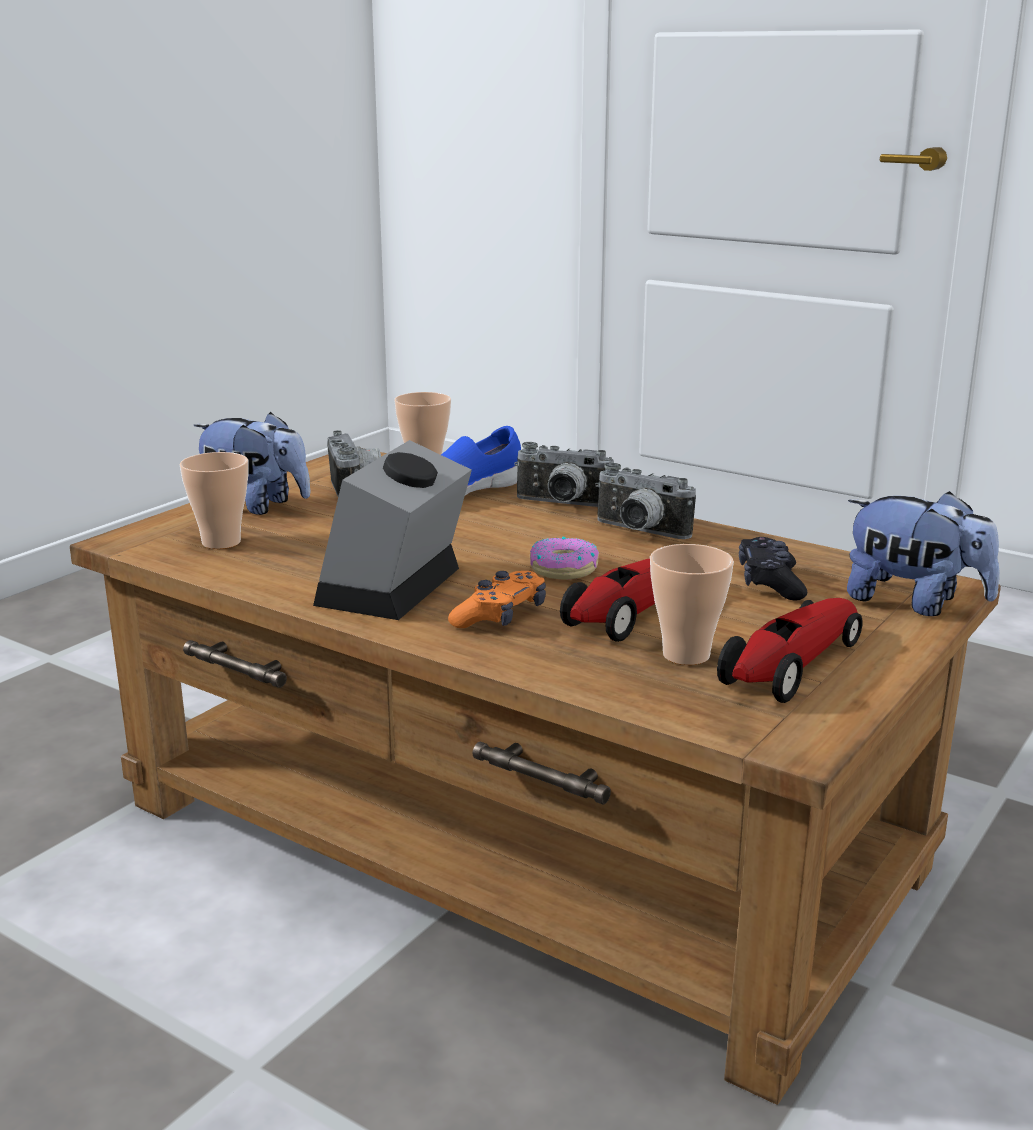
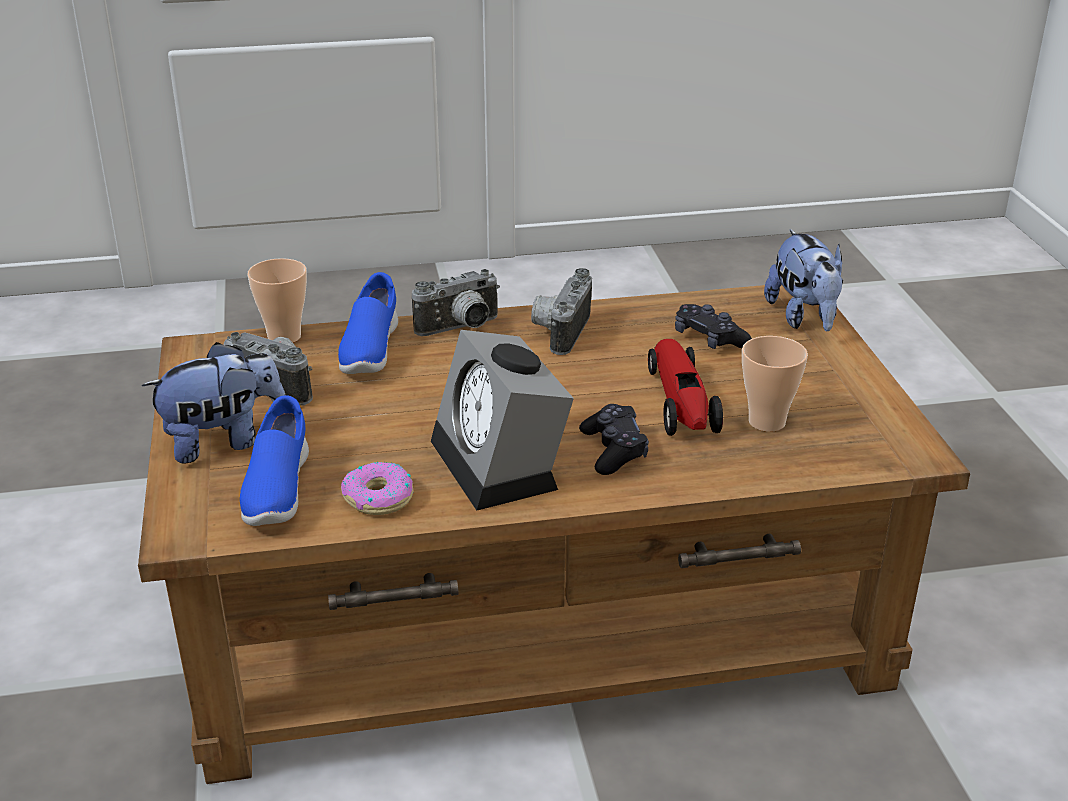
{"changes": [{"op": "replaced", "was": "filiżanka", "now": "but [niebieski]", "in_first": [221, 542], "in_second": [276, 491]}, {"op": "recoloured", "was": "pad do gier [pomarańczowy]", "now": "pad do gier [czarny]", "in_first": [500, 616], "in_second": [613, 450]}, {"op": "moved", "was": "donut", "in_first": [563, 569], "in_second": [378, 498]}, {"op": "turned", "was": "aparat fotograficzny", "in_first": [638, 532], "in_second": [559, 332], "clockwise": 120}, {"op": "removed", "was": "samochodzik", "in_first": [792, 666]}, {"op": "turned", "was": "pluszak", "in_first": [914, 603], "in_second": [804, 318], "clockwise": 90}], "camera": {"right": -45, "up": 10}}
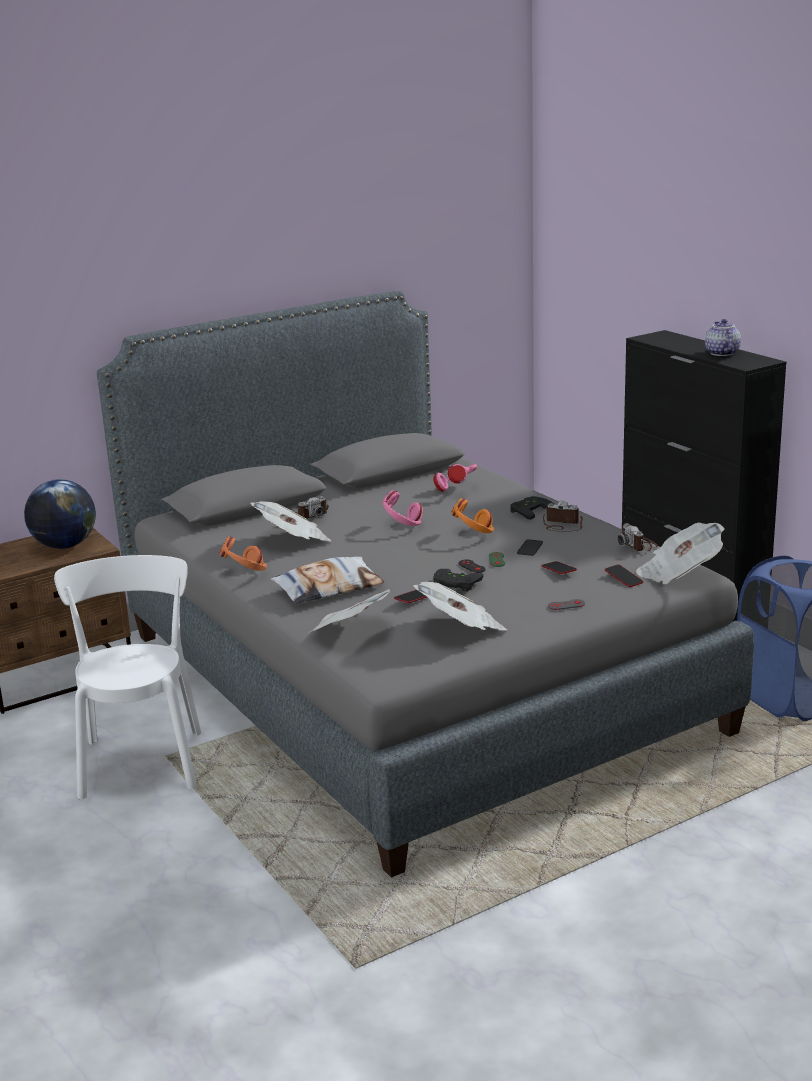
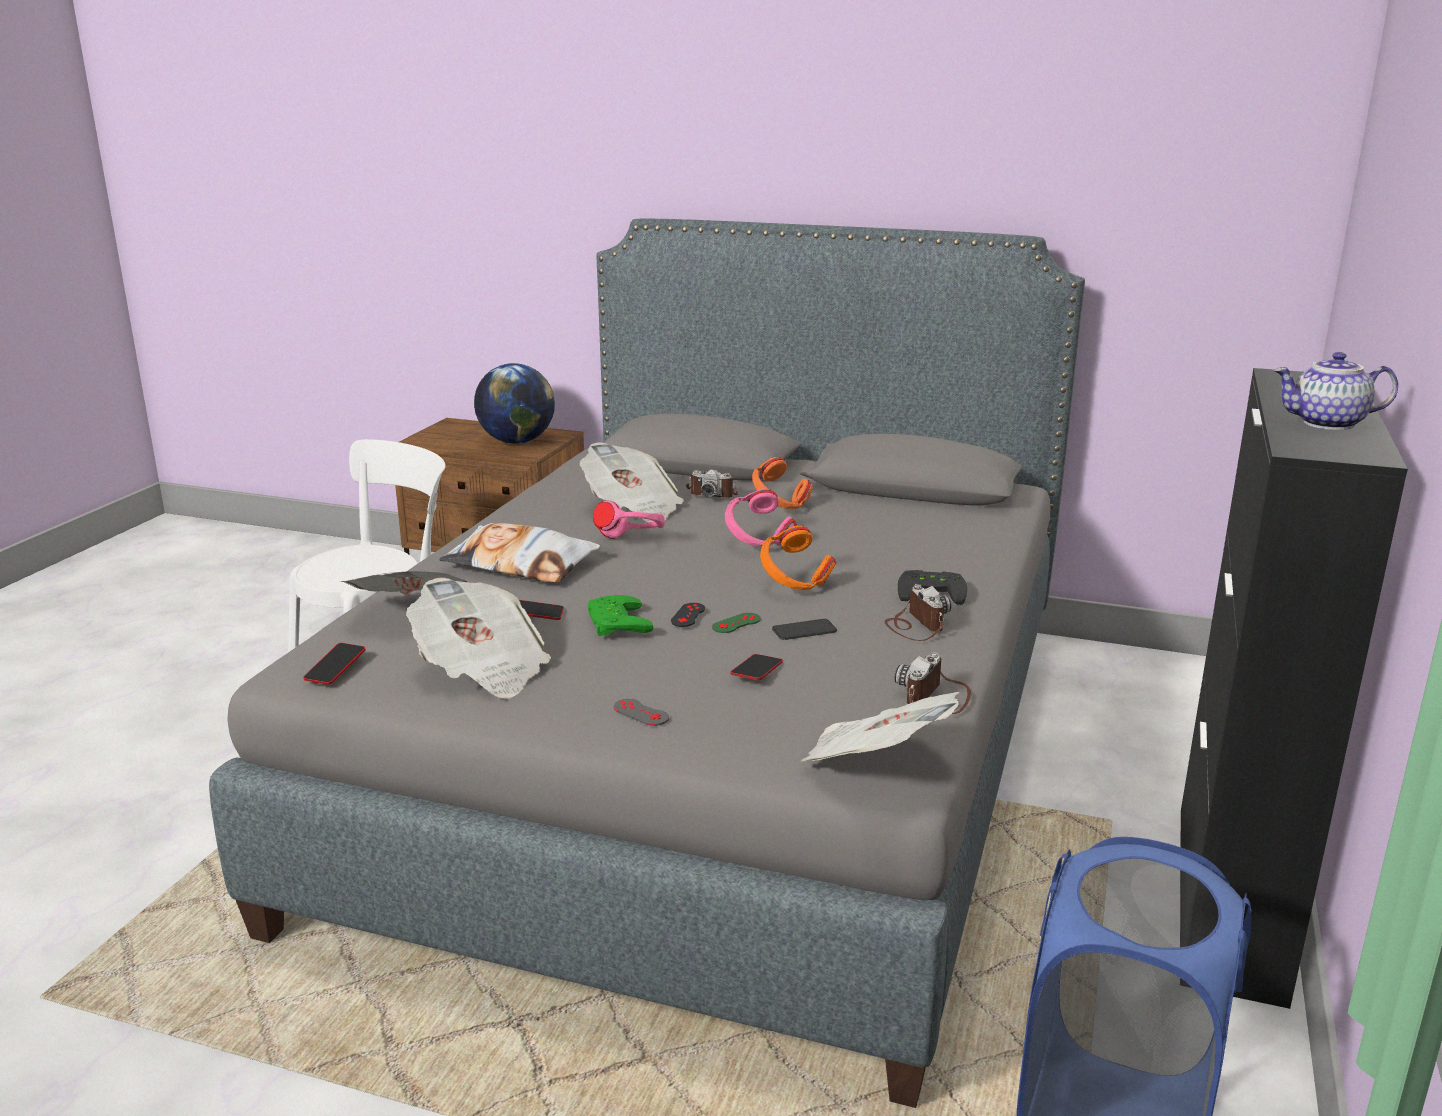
{"changes": [{"op": "moved", "was": "słuchawki [pomarańczowy]", "in_first": [246, 573], "in_second": [779, 508]}, {"op": "moved", "was": "słuchawki [różowy]", "in_first": [457, 489], "in_second": [630, 543]}, {"op": "recoloured", "was": "pad do gier [czarny]", "now": "pad do gier [zielony]", "in_first": [455, 584], "in_second": [613, 622]}, {"op": "moved", "was": "telefon", "in_first": [623, 578], "in_second": [335, 668]}, {"op": "turned", "was": "imbryk", "in_first": [721, 353], "in_second": [1327, 424], "clockwise": -135}], "camera": {"right": 50, "up": 0}}
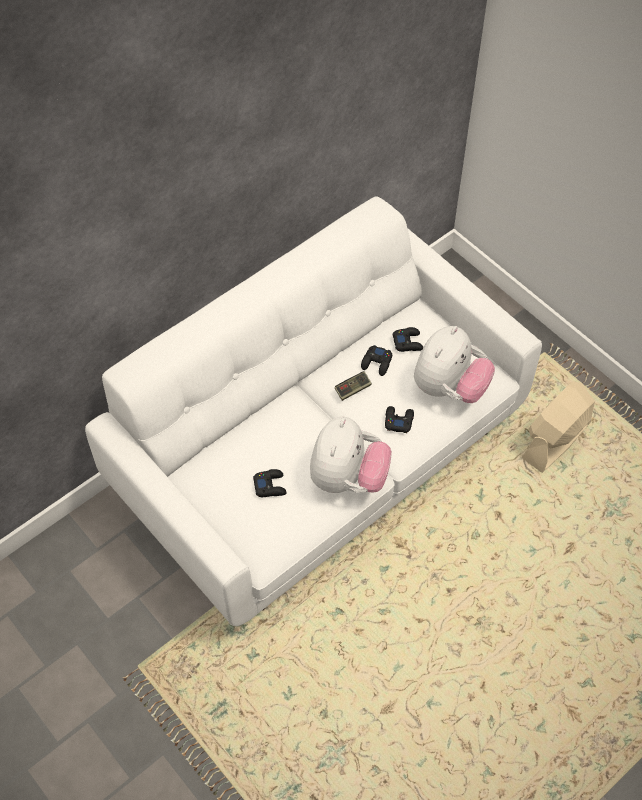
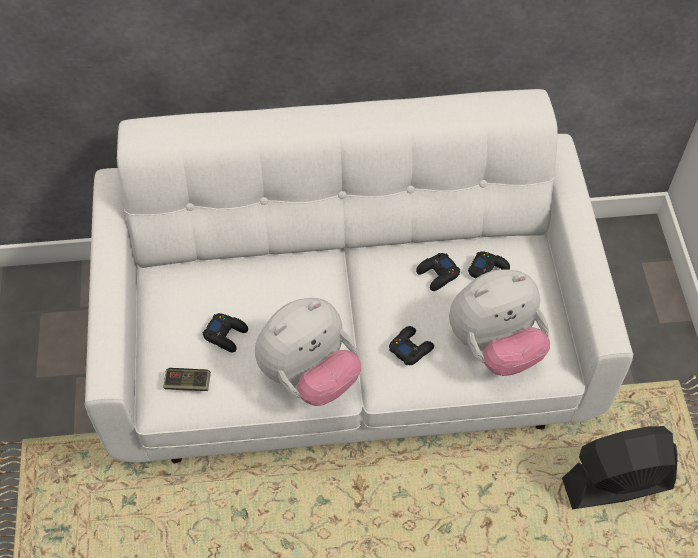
{"changes": [{"op": "moved", "was": "pad do gier", "in_first": [353, 389], "in_second": [188, 384]}, {"op": "recoloured", "was": "wentylator [beżowy]", "now": "wentylator [czarny]", "in_first": [555, 441], "in_second": [615, 484]}], "camera": {"right": 35, "up": 0}}
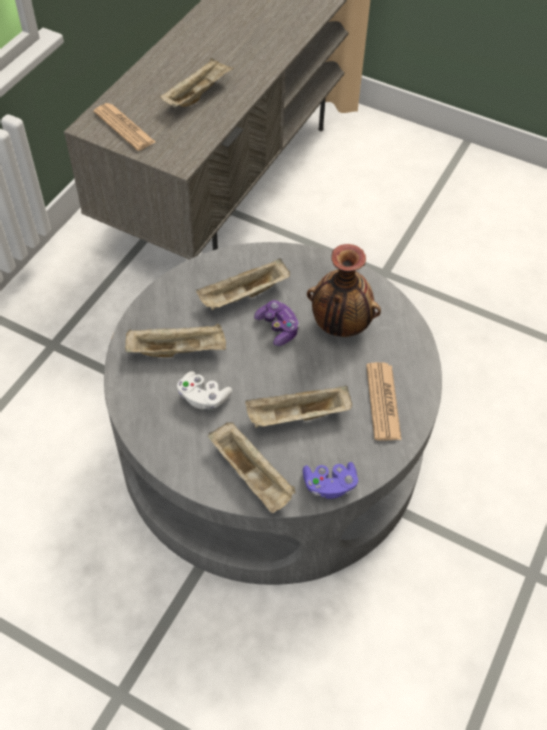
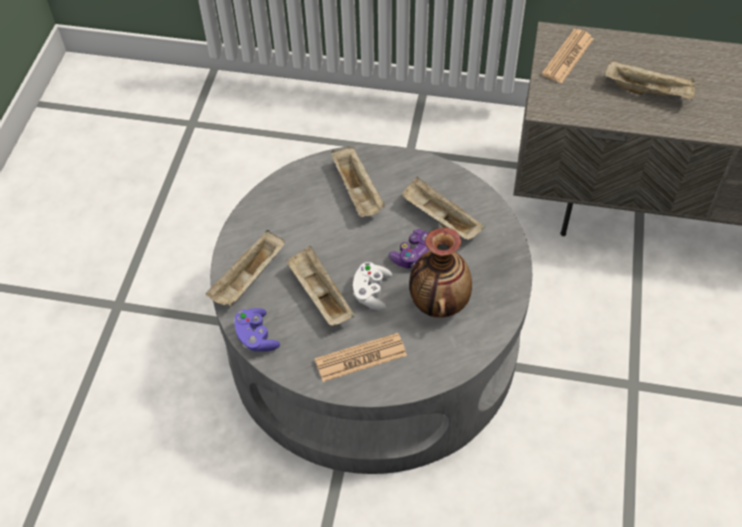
{"changes": [{"op": "moved", "was": "pad do gier [biały]", "in_first": [203, 398], "in_second": [371, 292]}], "camera": {"right": 75, "up": 0}}
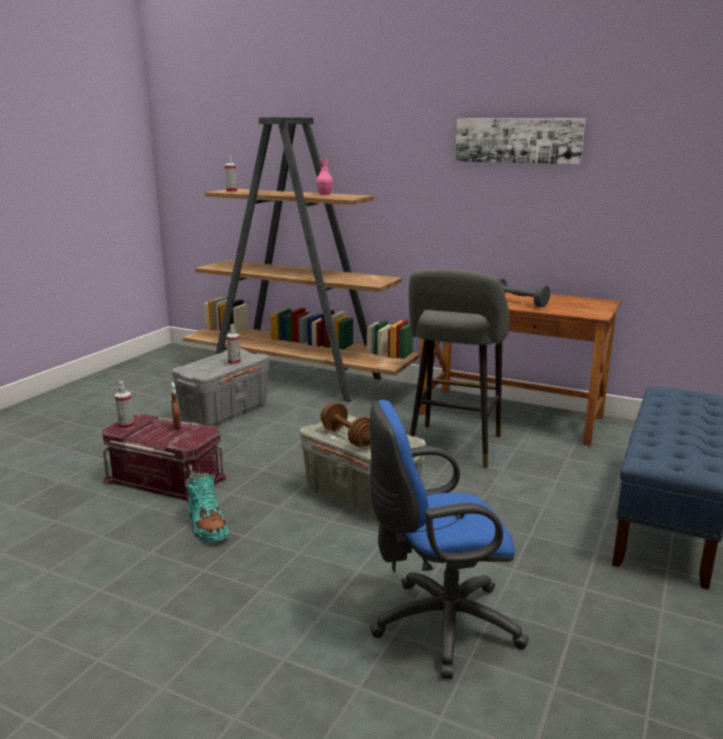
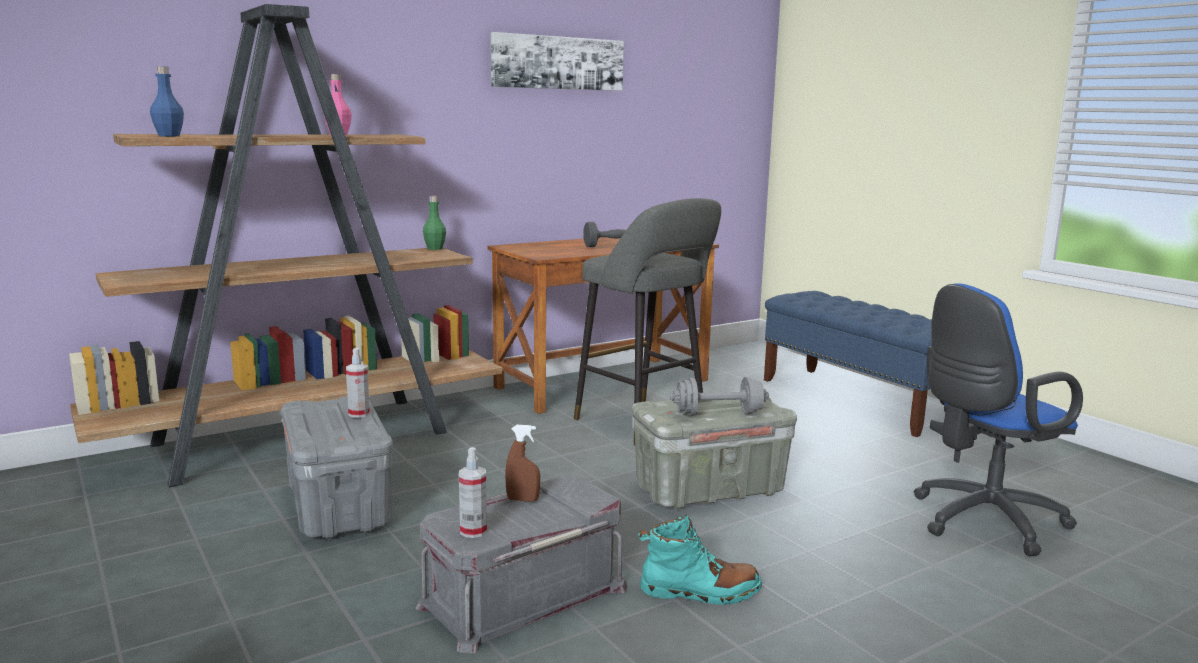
{"changes": [{"op": "recoloured", "was": "pojemnik do przechowywania [czerwony]", "now": "pojemnik do przechowywania [szary]", "in_first": [167, 479], "in_second": [522, 595]}, {"op": "replaced", "was": "spryskiwacz", "now": "butelka [niebieski]", "in_first": [231, 191], "in_second": [169, 136]}, {"op": "recoloured", "was": "hantel [brązowy]", "now": "hantel [szary]", "in_first": [347, 437], "in_second": [718, 413]}, {"op": "turned", "was": "krzesło biurowe [niebieski]", "in_first": [438, 626], "in_second": [981, 521], "clockwise": 45}, {"op": "added", "now": "butelka [zielony]", "in_second": [435, 248]}], "camera": {"right": -60, "up": -5}}
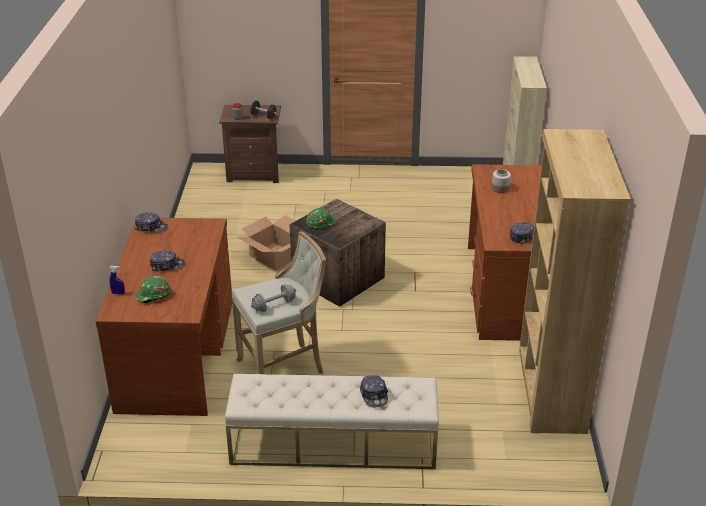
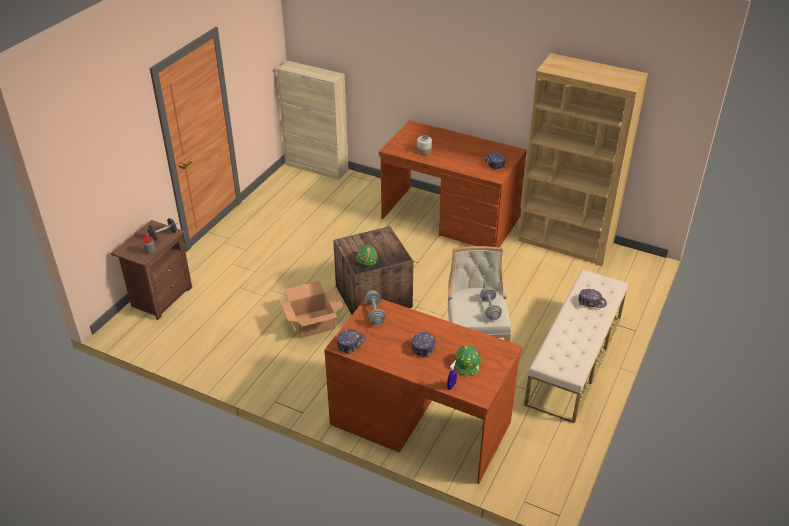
{"changes": [{"op": "added", "now": "hantel [szary]", "in_second": [374, 313]}], "camera": {"right": -65, "up": 5}}
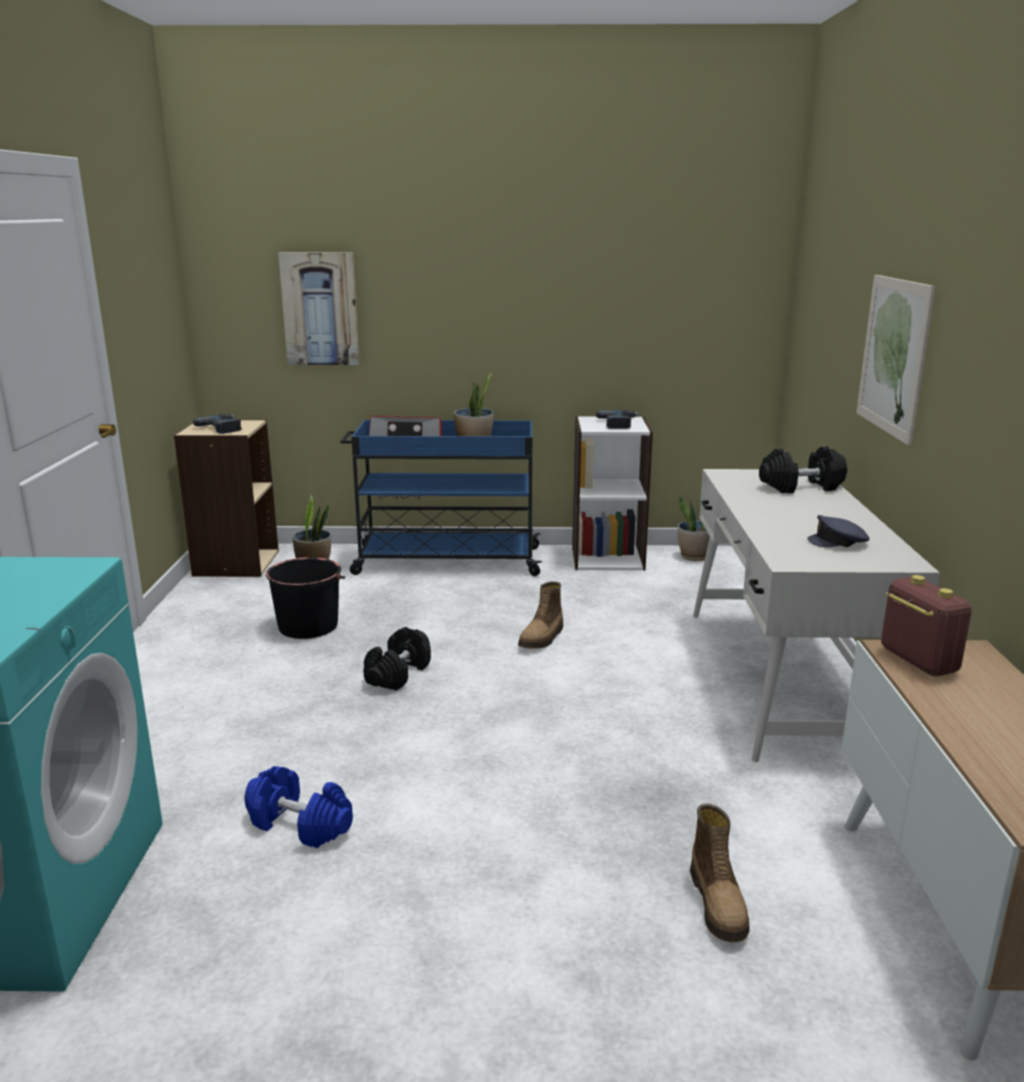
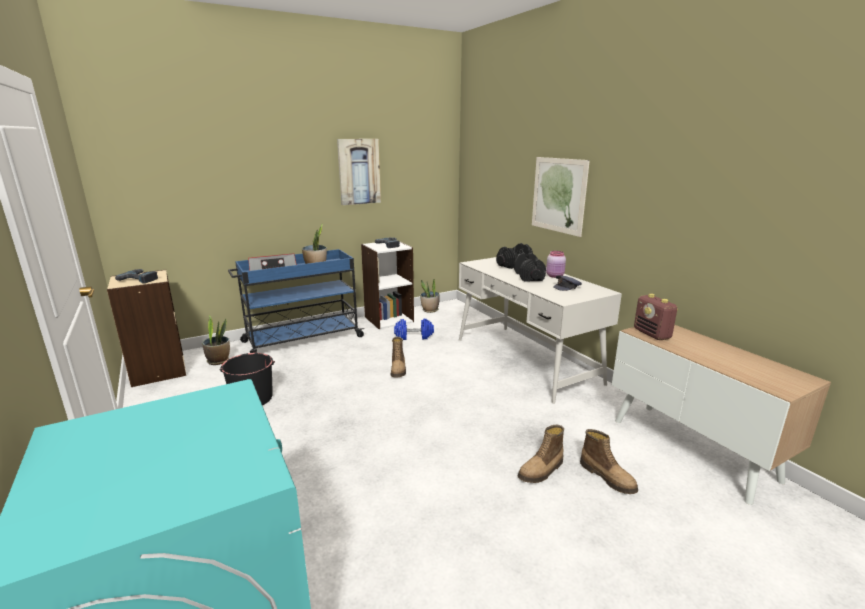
{"changes": [{"op": "moved", "was": "hantel [niebieski]", "in_first": [300, 824], "in_second": [414, 336]}, {"op": "moved", "was": "obraz", "in_first": [320, 309], "in_second": [359, 171]}, {"op": "moved", "was": "hantel [czarny]", "in_first": [398, 674], "in_second": [528, 276]}, {"op": "turned", "was": "radio", "in_first": [917, 660], "in_second": [652, 334], "clockwise": -150}, {"op": "added", "now": "but z cholewką", "in_second": [541, 471]}, {"op": "added", "now": "słoik [różowy]", "in_second": [555, 276]}], "camera": {"right": -30, "up": 0}}
